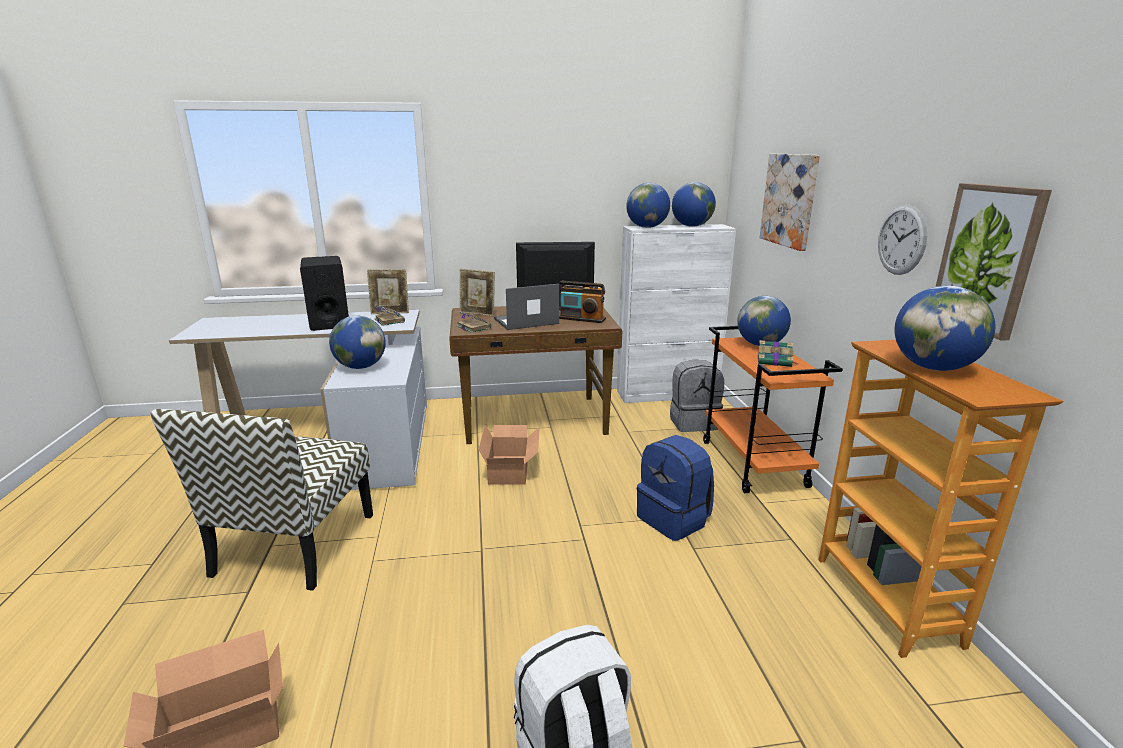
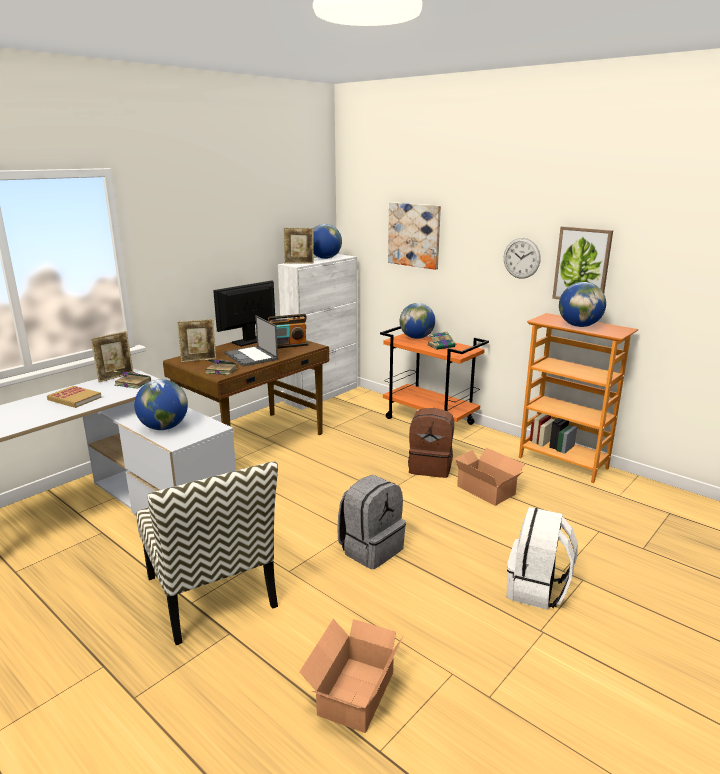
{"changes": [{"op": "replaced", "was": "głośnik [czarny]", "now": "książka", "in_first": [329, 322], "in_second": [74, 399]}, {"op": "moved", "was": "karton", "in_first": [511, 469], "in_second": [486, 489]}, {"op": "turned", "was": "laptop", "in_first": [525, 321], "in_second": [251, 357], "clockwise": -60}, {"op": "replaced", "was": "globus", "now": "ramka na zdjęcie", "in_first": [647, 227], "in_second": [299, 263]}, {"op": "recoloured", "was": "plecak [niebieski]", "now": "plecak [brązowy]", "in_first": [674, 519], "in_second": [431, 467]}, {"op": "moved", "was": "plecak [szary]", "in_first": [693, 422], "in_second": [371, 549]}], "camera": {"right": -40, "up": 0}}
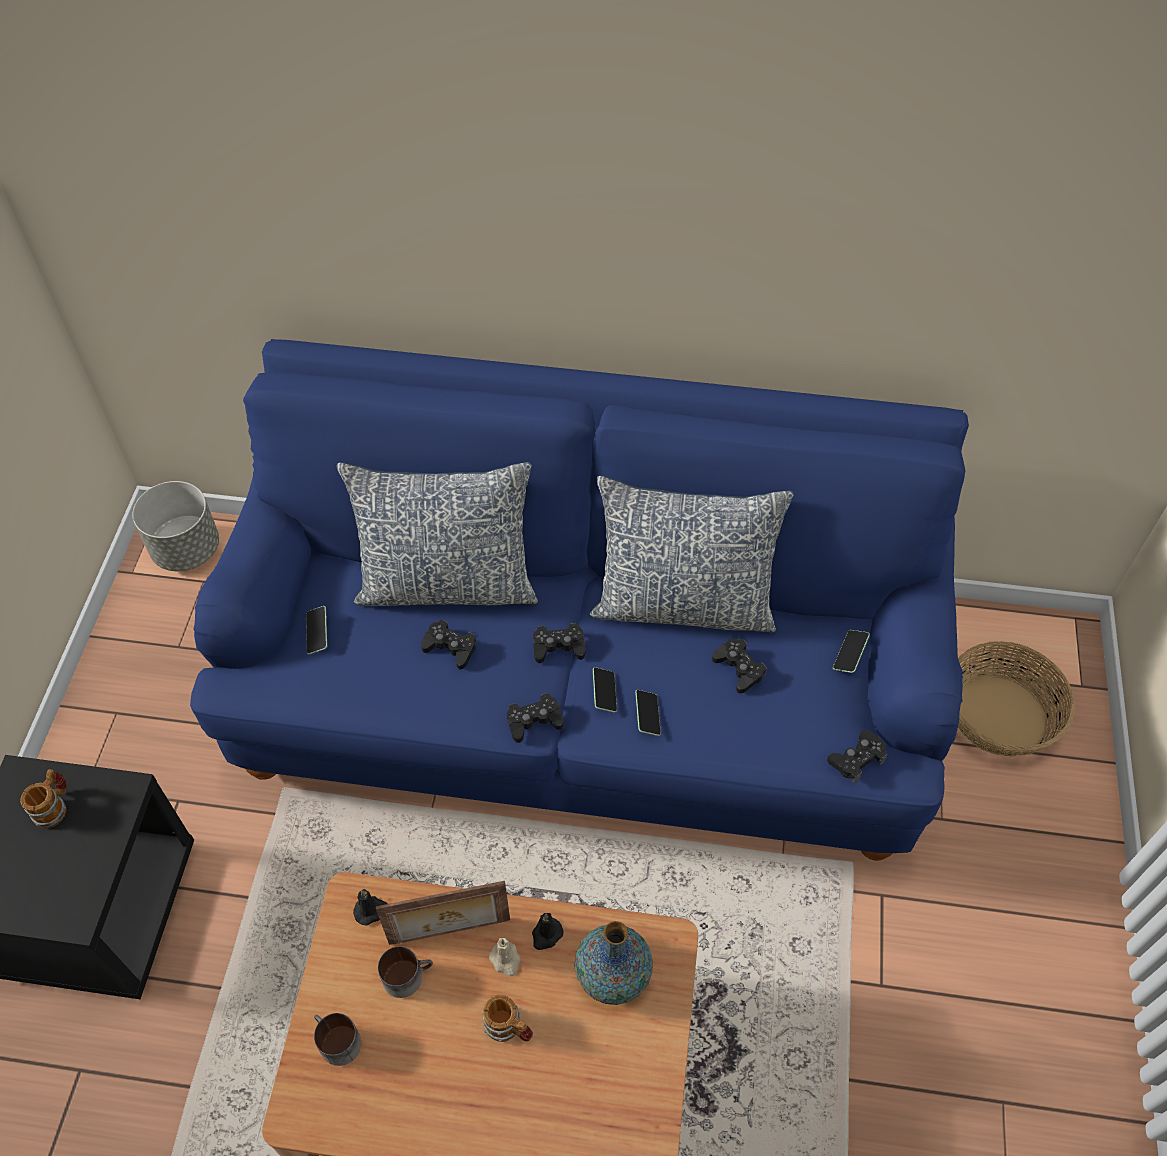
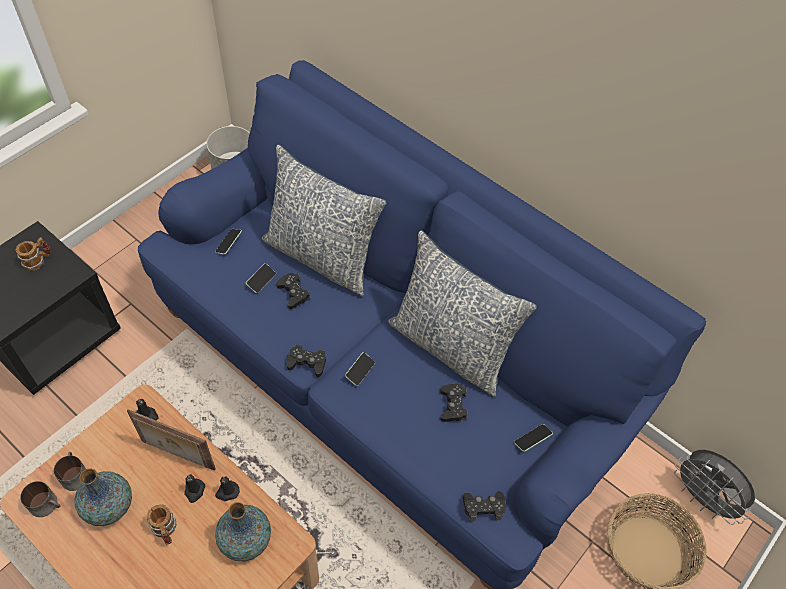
{"changes": [{"op": "moved", "was": "kubek", "in_first": [407, 975], "in_second": [47, 504]}, {"op": "recoloured", "was": "świeca [beżowy]", "now": "świeca [czarny]", "in_first": [506, 960], "in_second": [194, 491]}, {"op": "removed", "was": "pad do gier [czarny]", "in_first": [558, 646]}, {"op": "moved", "was": "telefon", "in_first": [647, 716], "in_second": [261, 281]}, {"op": "added", "now": "wazon", "in_second": [109, 506]}, {"op": "added", "now": "wentylator [szary]", "in_second": [702, 499]}], "camera": {"right": 30, "up": 0}}
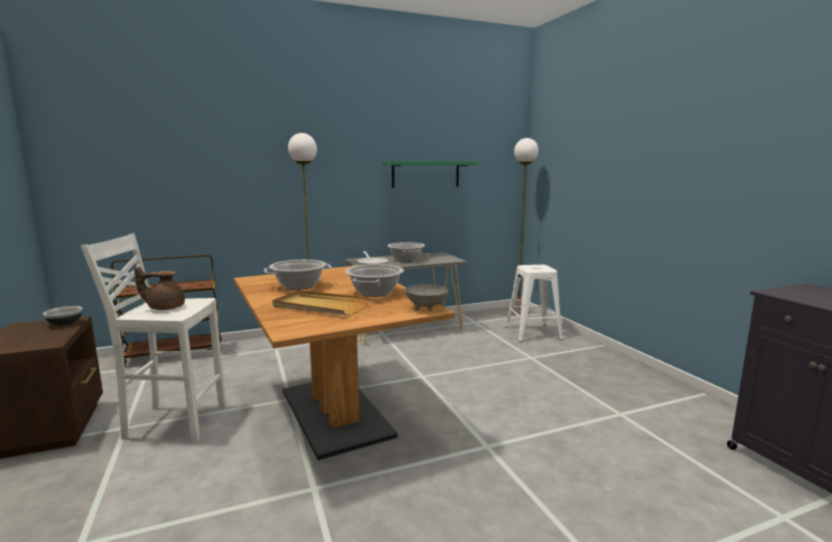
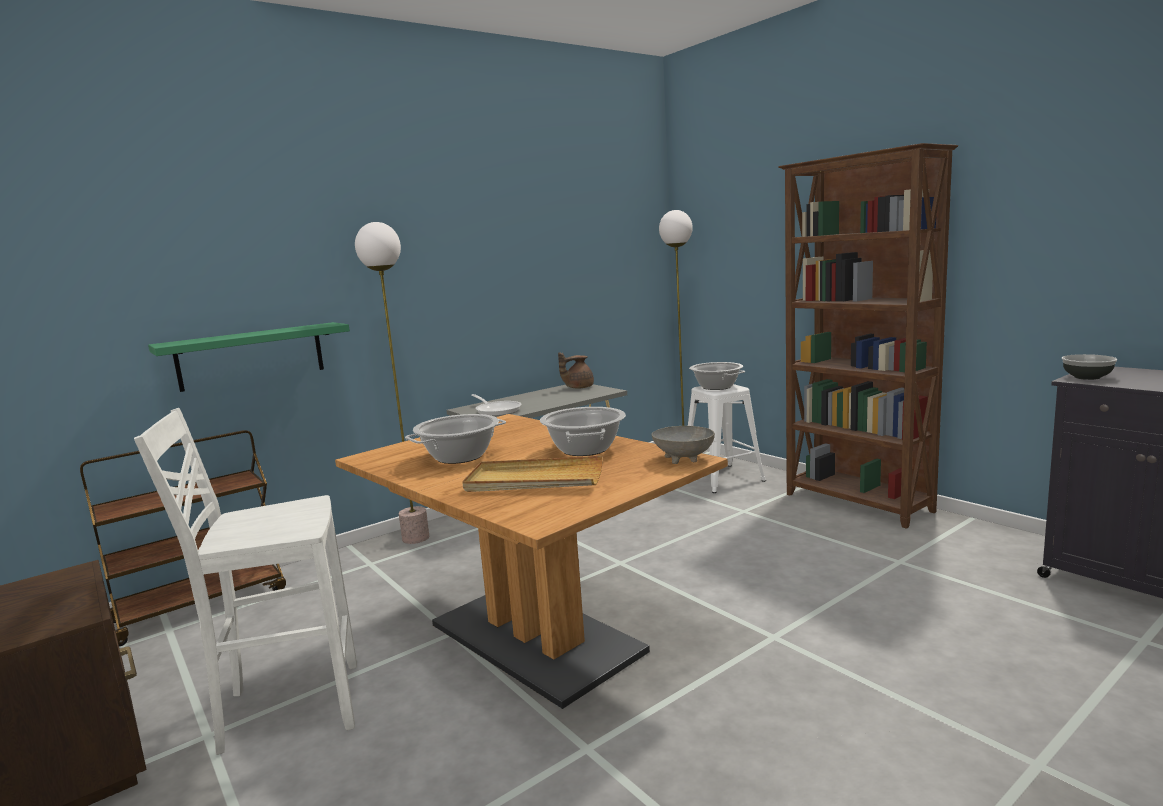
{"changes": [{"op": "moved", "was": "miska", "in_first": [65, 323], "in_second": [1086, 377]}, {"op": "moved", "was": "imbryk [brązowy]", "in_first": [165, 308], "in_second": [578, 387]}, {"op": "moved", "was": "półka [zielony]", "in_first": [426, 174], "in_second": [251, 356]}, {"op": "moved", "was": "garnek", "in_first": [406, 259], "in_second": [716, 387]}, {"op": "added", "now": "regał [brązowy]", "in_second": [858, 503]}], "camera": {"right": -15, "up": 0}}
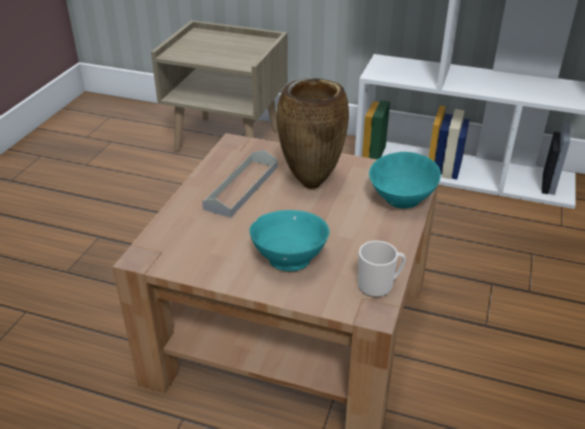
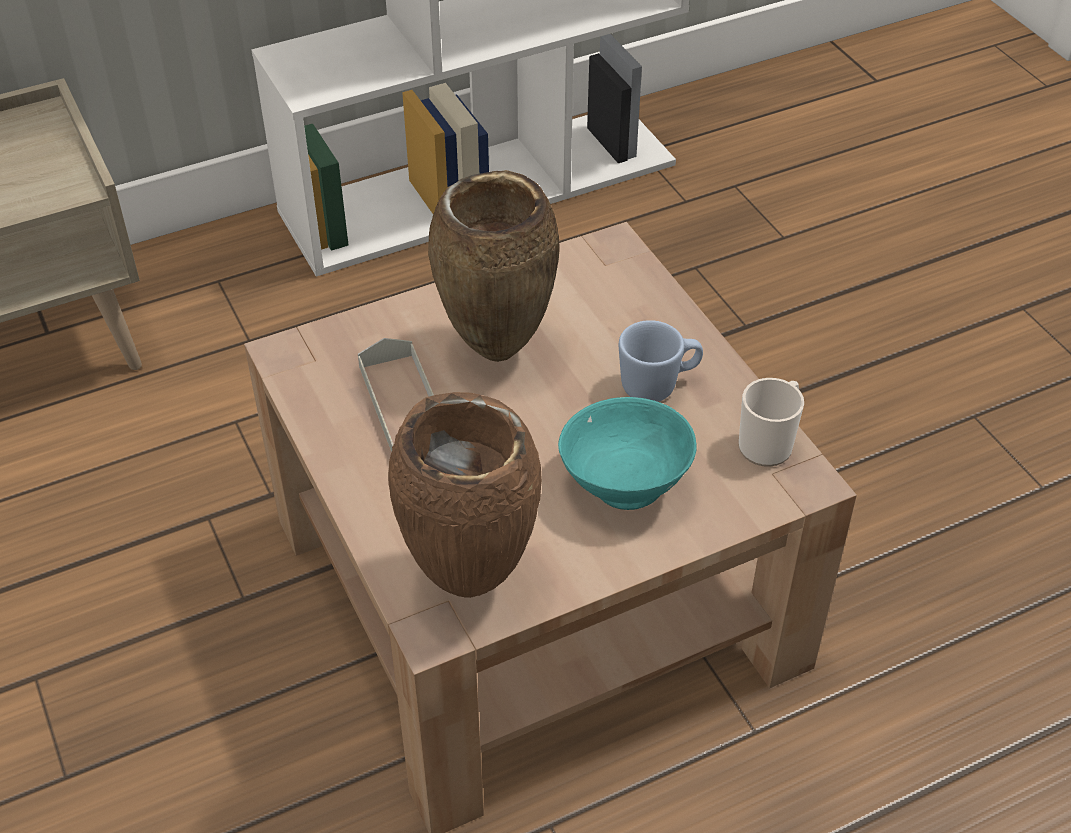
{"changes": [{"op": "removed", "was": "miska [turkusowy]", "in_first": [400, 199]}, {"op": "added", "now": "wazon [brązowy]", "in_second": [473, 582]}, {"op": "added", "now": "kubek [niebieski]", "in_second": [658, 385]}], "camera": {"right": -45, "up": 10}}
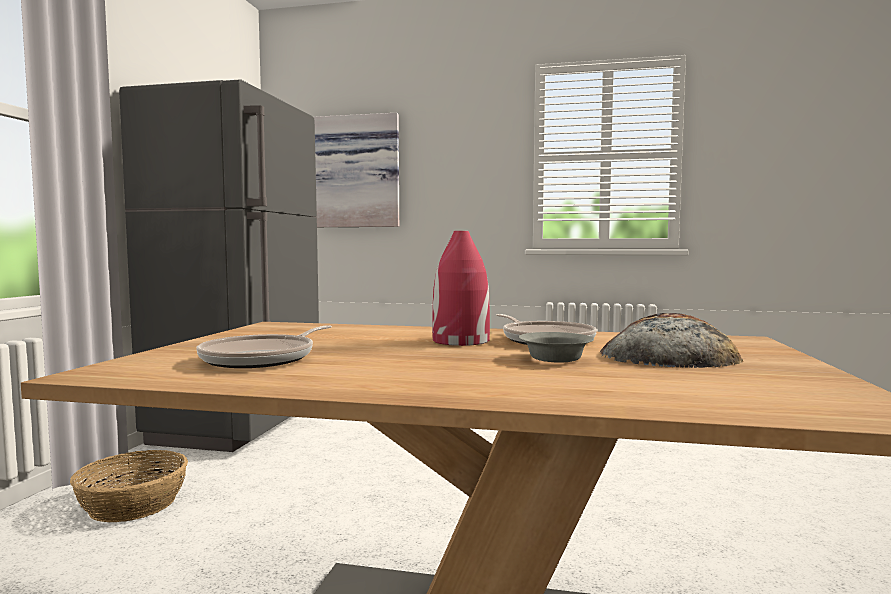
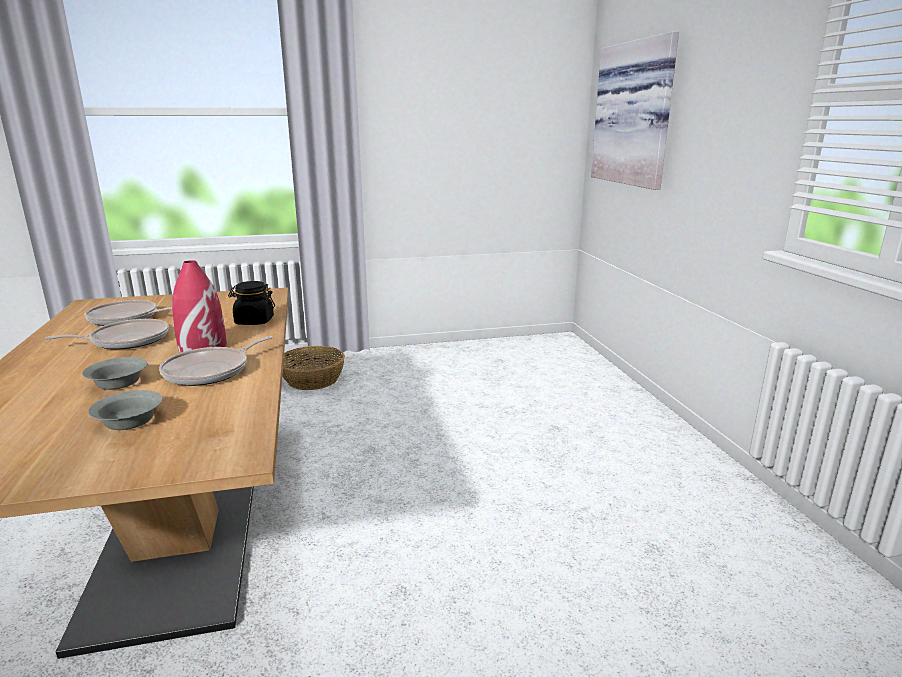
{"changes": [{"op": "removed", "was": "lodówka [szary]", "in_first": [239, 426]}, {"op": "replaced", "was": "chleb", "now": "miska [szary]", "in_first": [669, 355], "in_second": [131, 420]}, {"op": "added", "now": "patelnia", "in_second": [126, 340]}, {"op": "added", "now": "słoik [czarny]", "in_second": [254, 321]}], "camera": {"right": 65, "up": 15}}
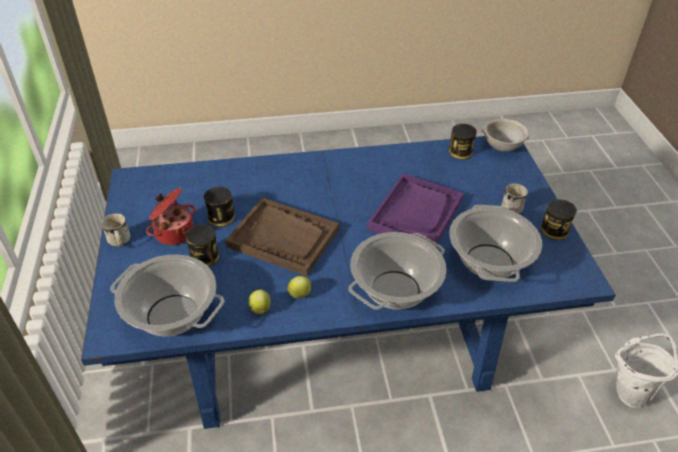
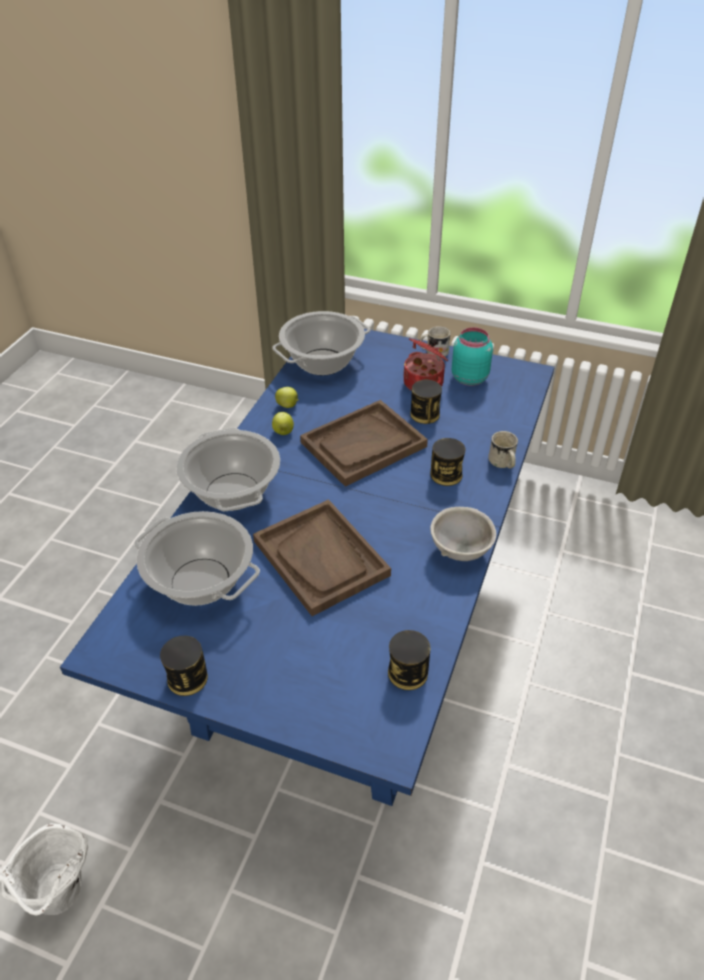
{"changes": [{"op": "moved", "was": "puszka", "in_first": [205, 257], "in_second": [446, 474]}, {"op": "recoloured", "was": "taca [fioletowy]", "now": "taca [brązowy]", "in_first": [415, 213], "in_second": [321, 558]}, {"op": "moved", "was": "miska [szary]", "in_first": [502, 147], "in_second": [461, 551]}, {"op": "moved", "was": "kubek [biały]", "in_first": [514, 206], "in_second": [502, 464]}, {"op": "added", "now": "słoik [turkusowy]", "in_second": [469, 377]}], "camera": {"right": 120, "up": 0}}
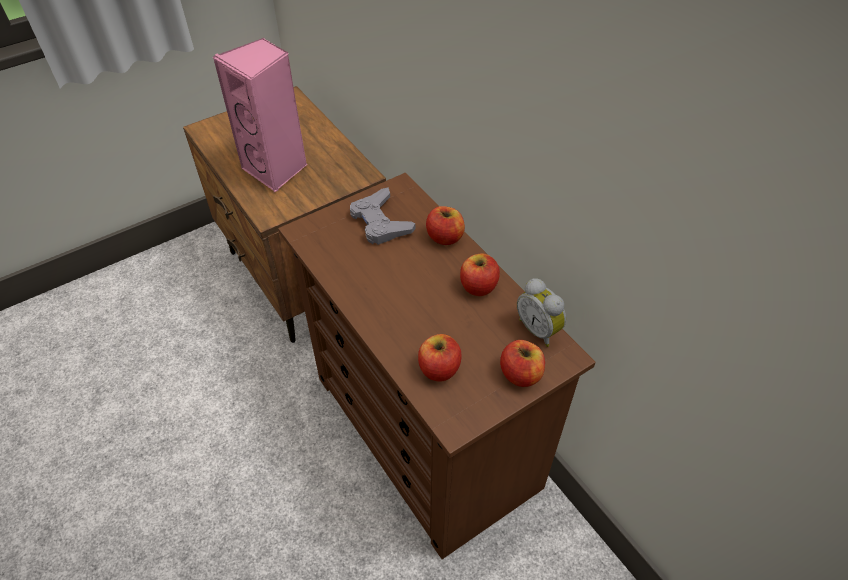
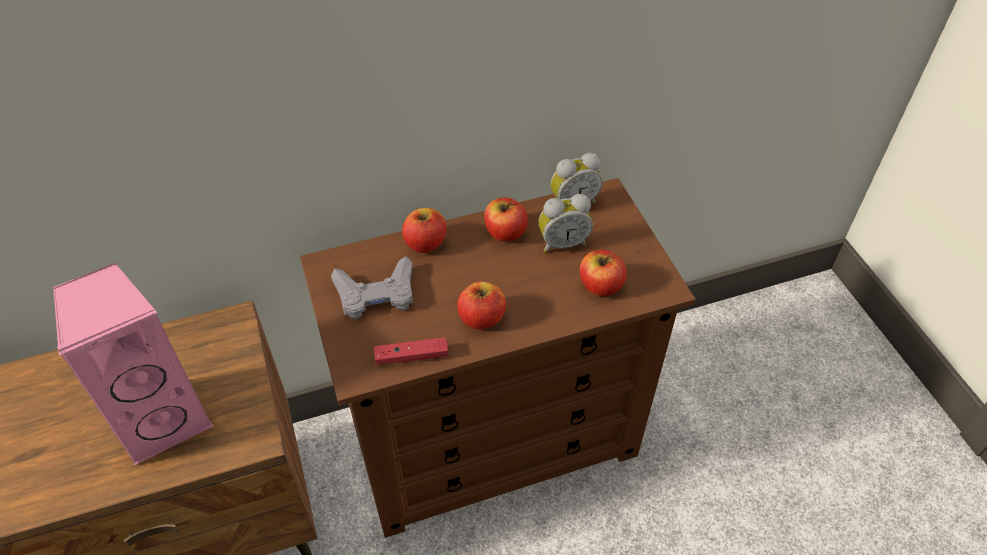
{"changes": [{"op": "moved", "was": "jabłko", "in_first": [520, 374], "in_second": [481, 318]}, {"op": "added", "now": "pad do gier [czerwony]", "in_second": [412, 357]}, {"op": "added", "now": "budzik", "in_second": [562, 243]}], "camera": {"right": -75, "up": 0}}
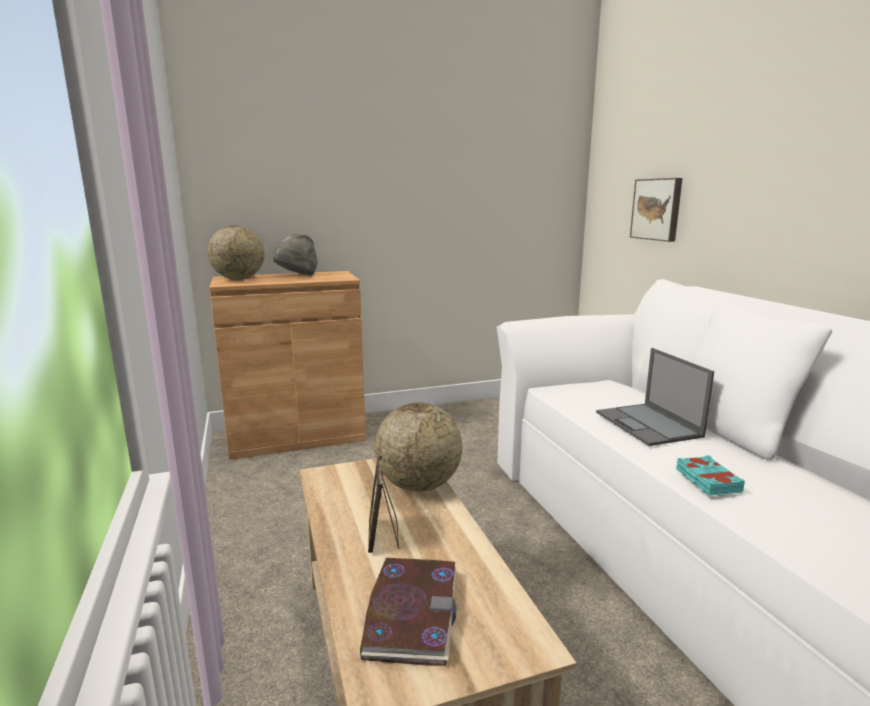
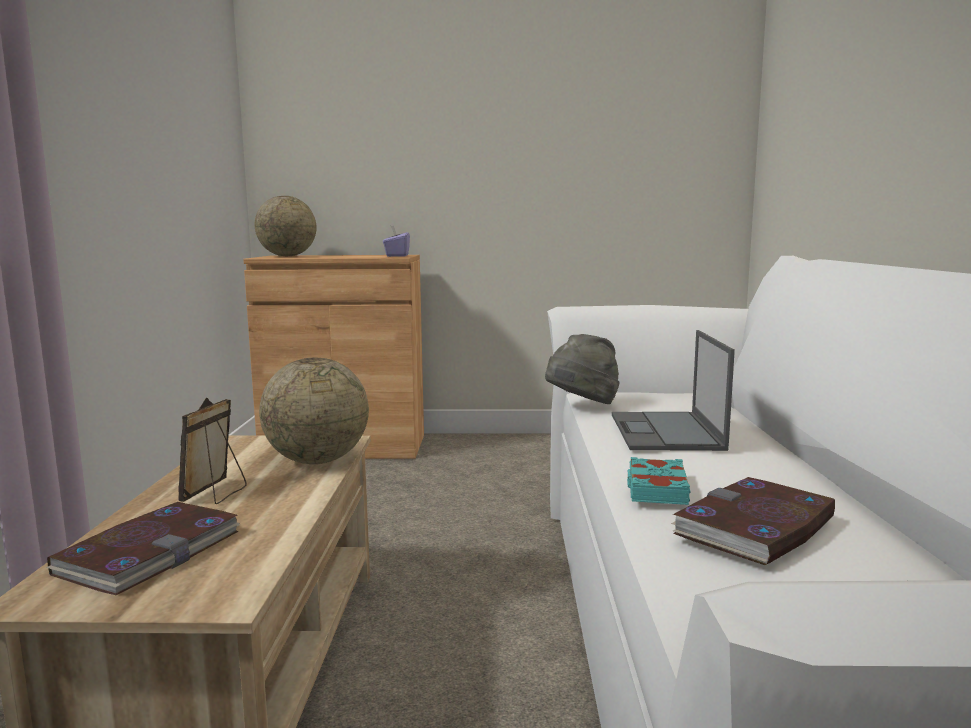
{"changes": [{"op": "moved", "was": "kapelusz [szary]", "in_first": [297, 276], "in_second": [582, 406]}, {"op": "removed", "was": "obraz", "in_first": [657, 209]}, {"op": "removed", "was": "poduszka [biały]", "in_first": [732, 431]}, {"op": "added", "now": "pudełko chusteczek [fioletowy]", "in_second": [396, 256]}, {"op": "added", "now": "książka", "in_second": [755, 527]}], "camera": {"right": 20, "up": -5}}
